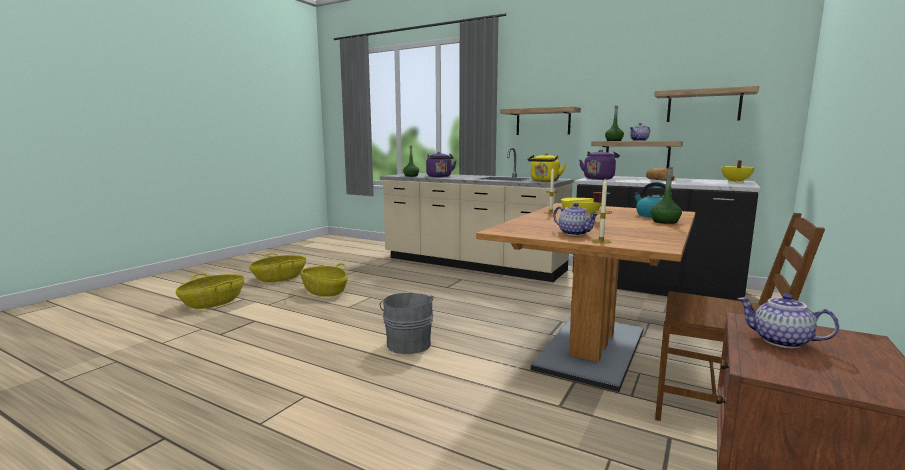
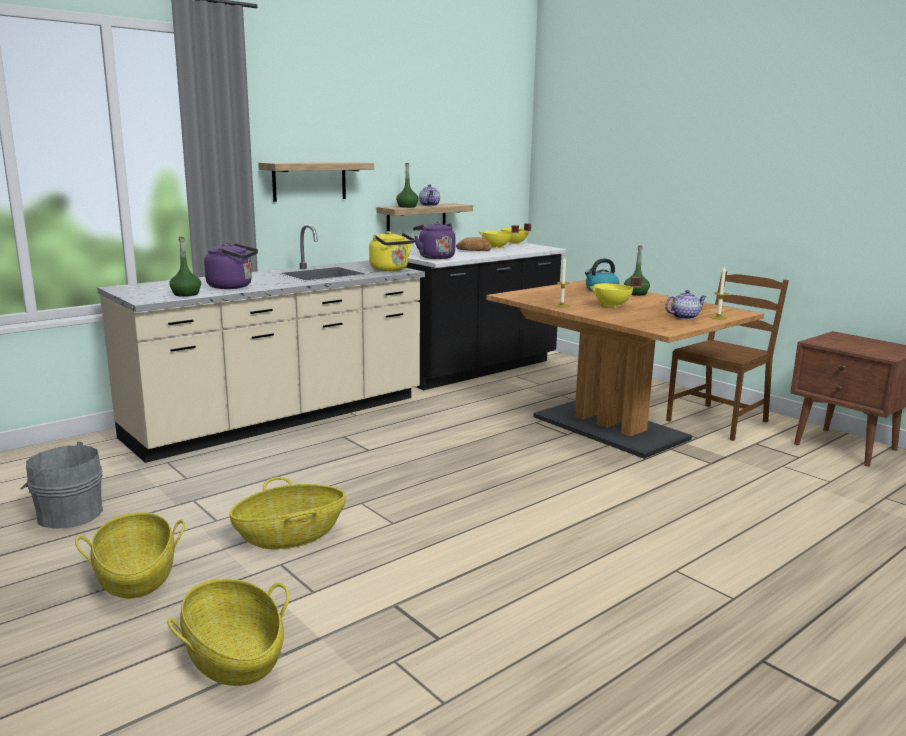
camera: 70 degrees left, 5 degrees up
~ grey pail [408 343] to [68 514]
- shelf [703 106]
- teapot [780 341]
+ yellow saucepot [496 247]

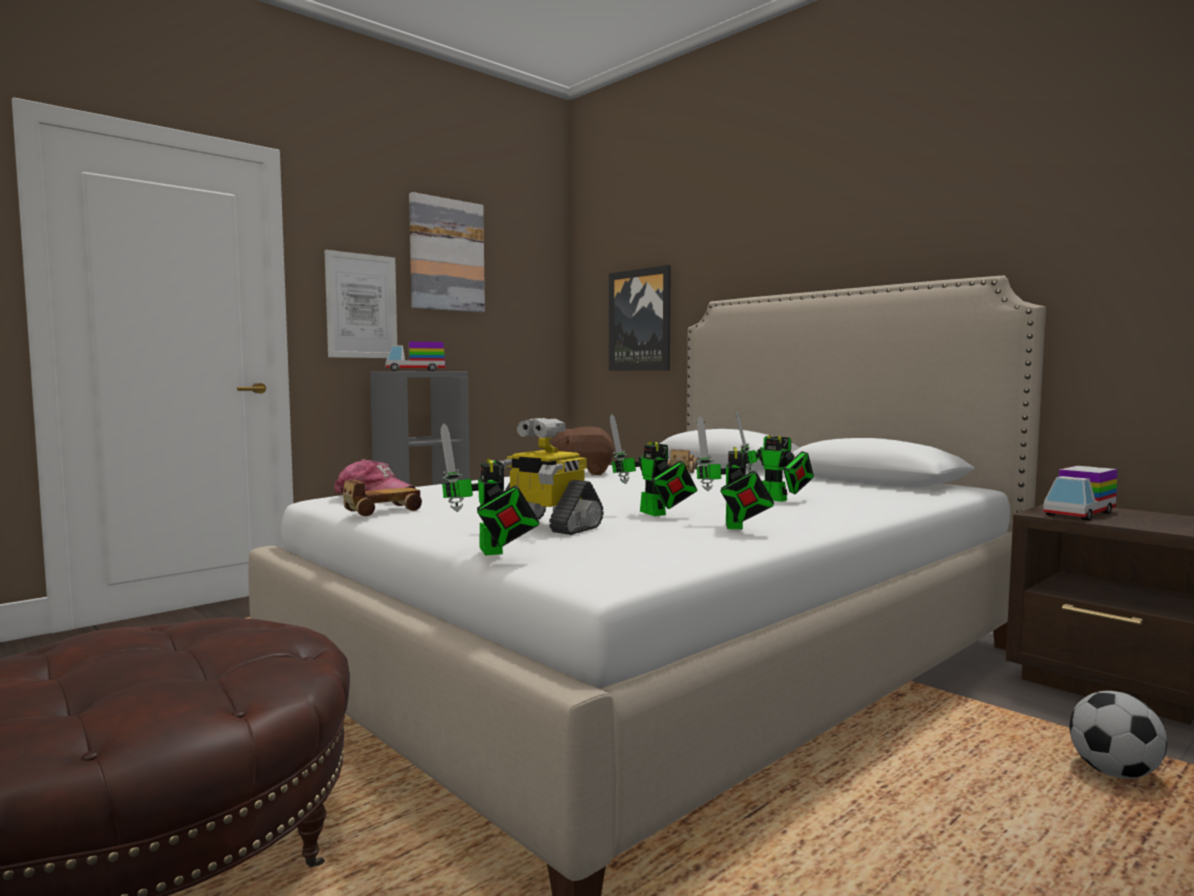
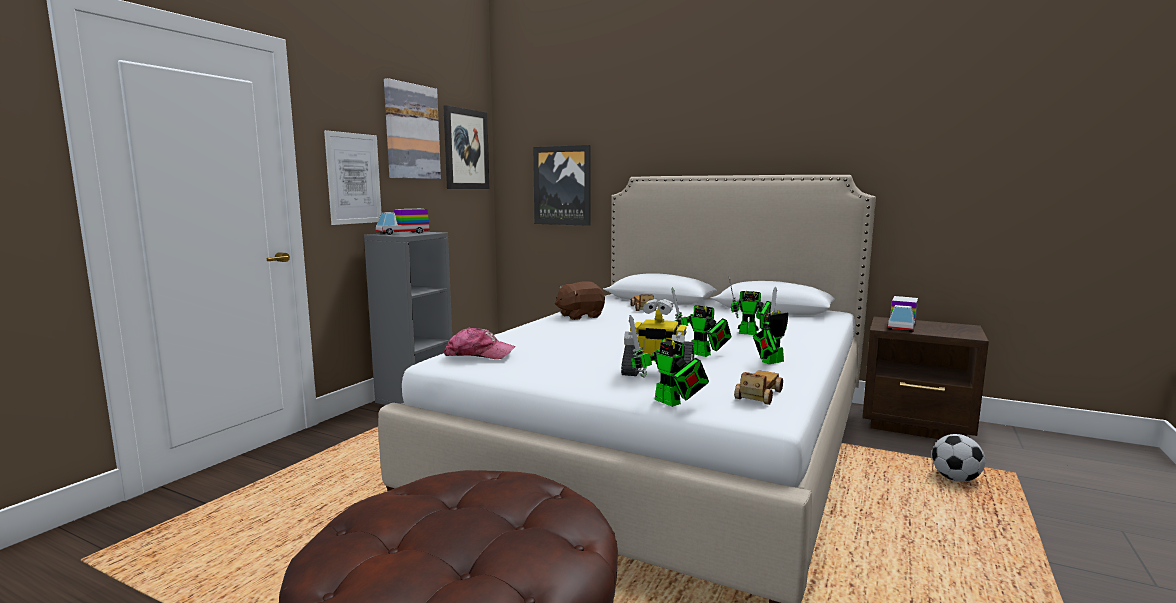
camera: 20 degrees left, 5 degrees up
~ miniature car [381 511] to [758 395]
~ toy robot [734 527] = [770 362] 75 degrees clockwise
+ wall picture [466 149]

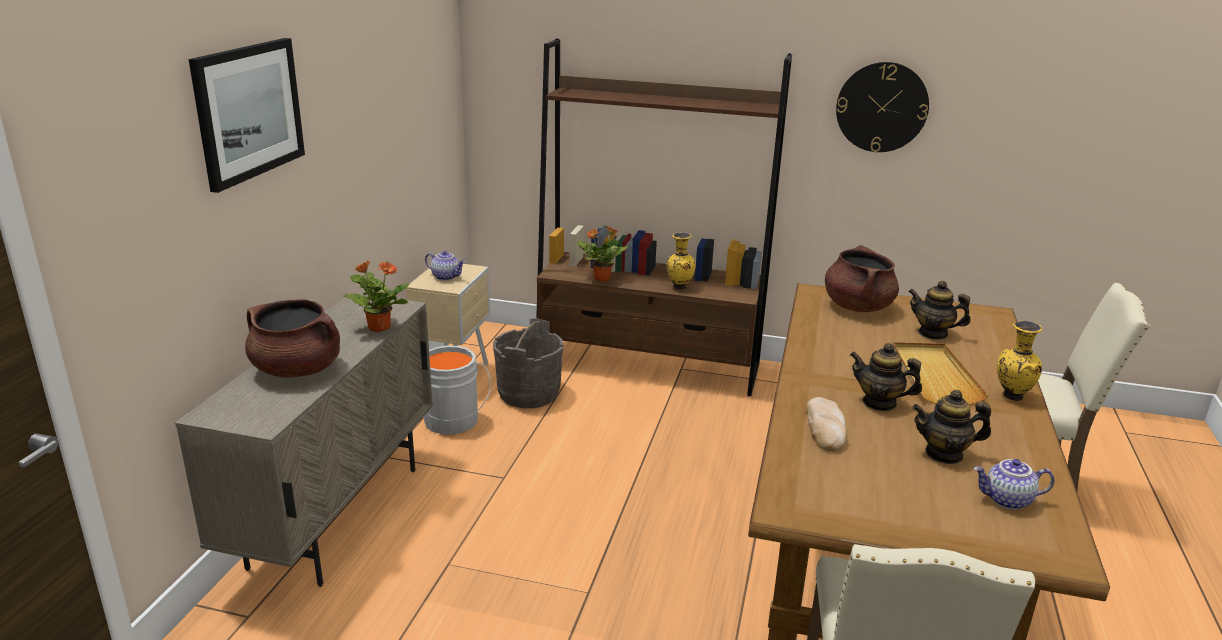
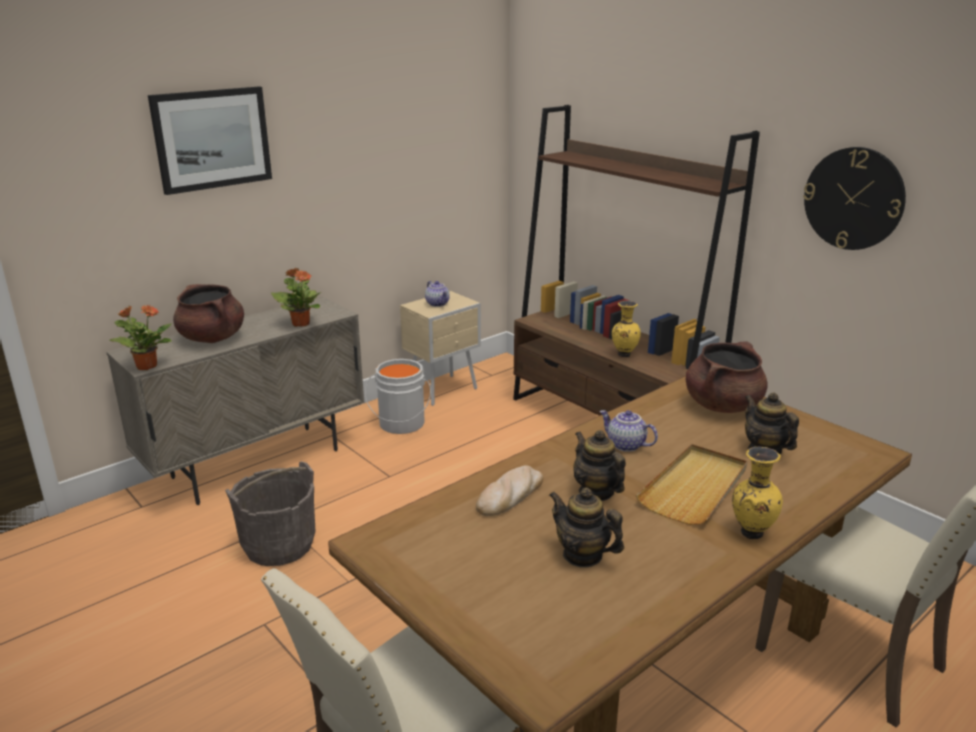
camera: 35 degrees right, 0 degrees up
~ grey pail [528 394] to [279 545]
~ plant in a pot [601 278] to [146 366]
~ teapot [1007 501] to [625 445]

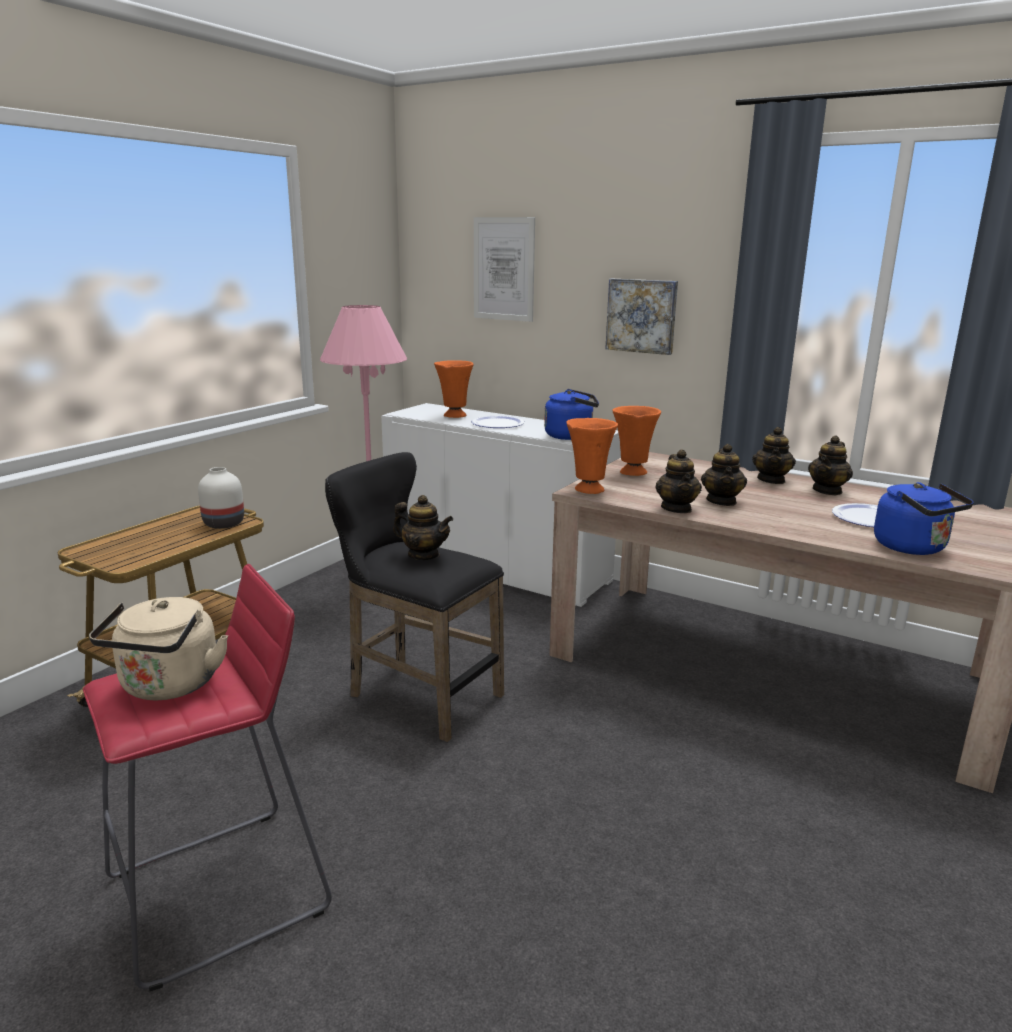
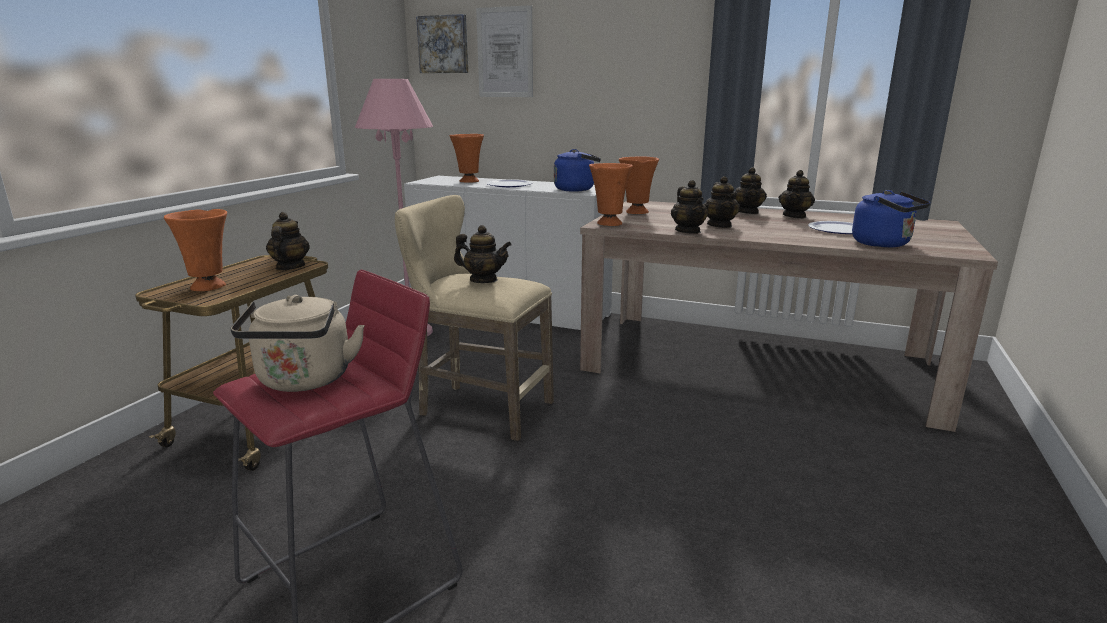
camera: 10 degrees left, 0 degrees up
~ whitish flower vase [222 524] to teapot [290 267]
~ black-coloured stool seat [417 694] to beige stool seat [478 408]
~ wall picture [642 315] to [444 44]
+ orangey flower vase [209 287]

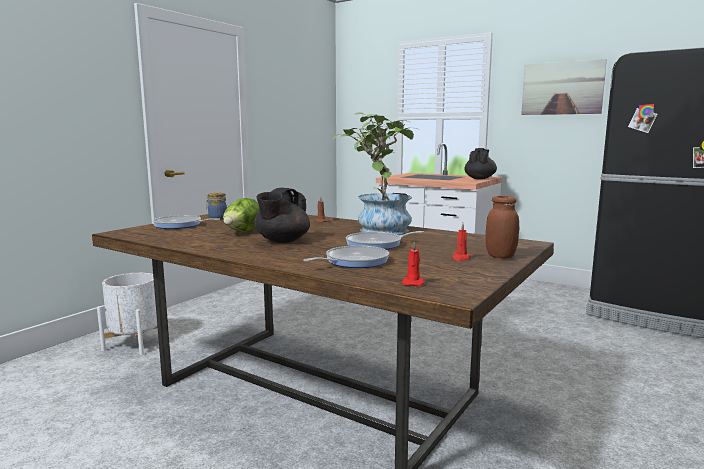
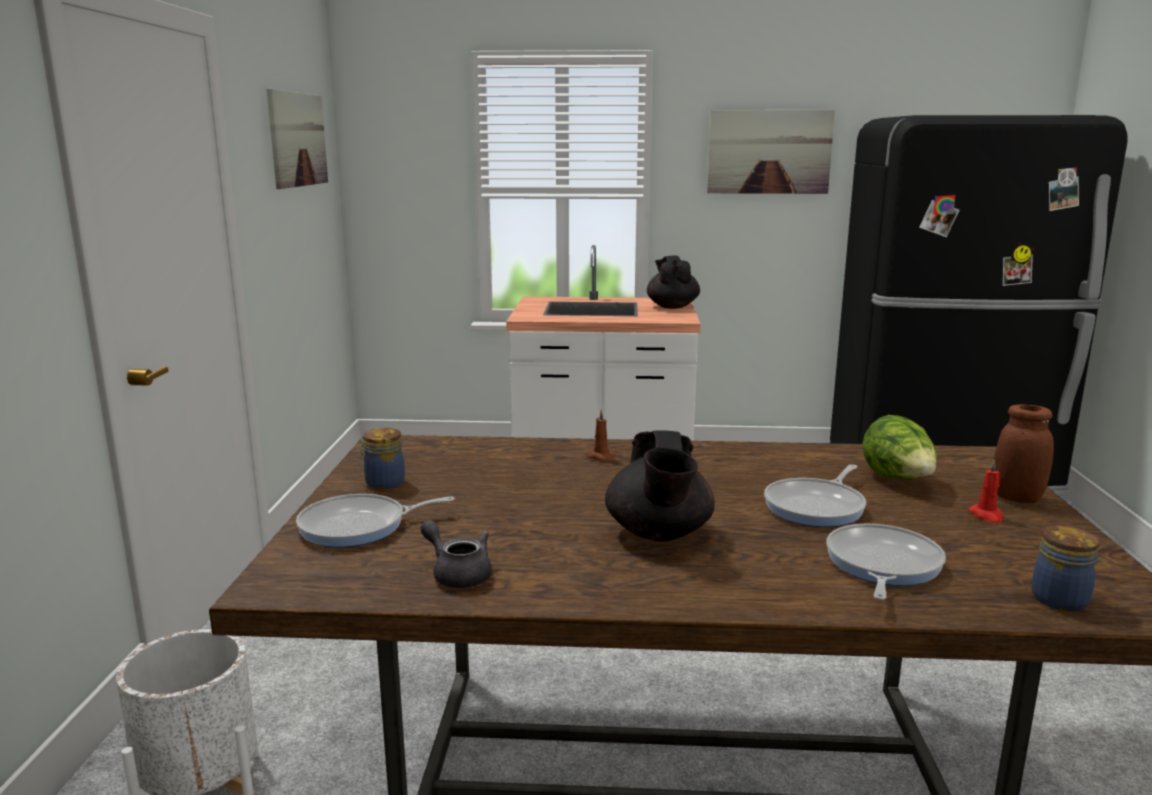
camera: 30 degrees left, 5 degrees up
~ lettuce [242 232] to [898 480]
- plant in a pot [378 229]
~ reddish wax light [413 283] to jar [1061 599]
+ wall picture [297 139]
+ grey teapot [458 574]

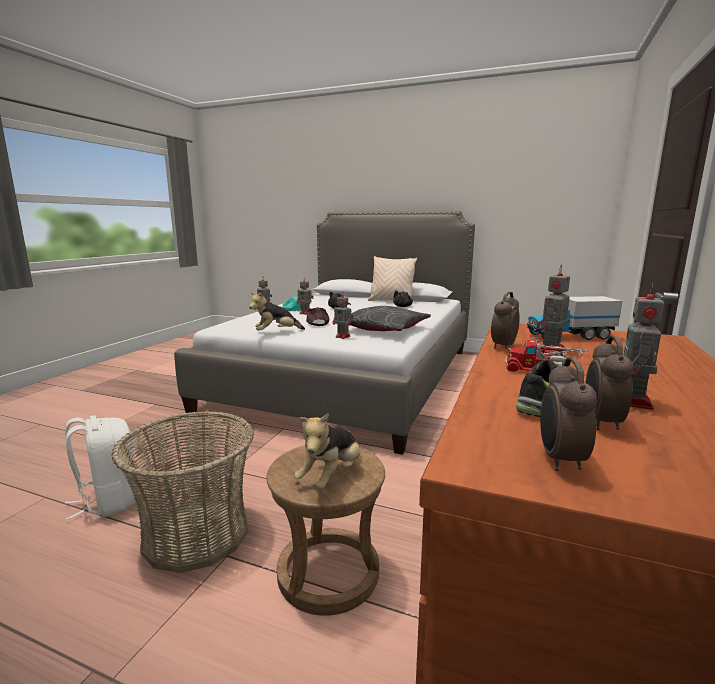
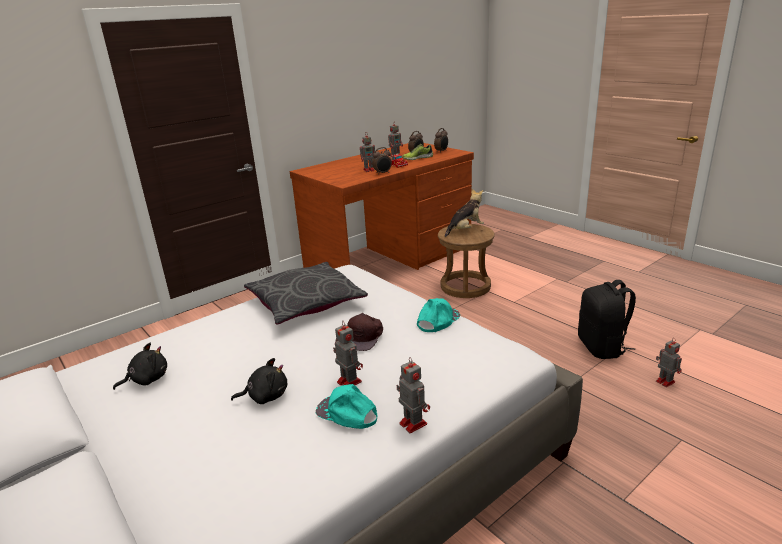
camera: 150 degrees left, 10 degrees up
~ whitish rucksack [109 501] to black-coloured rucksack [602 347]
- household basket [197 533]
~ soft toy [276 332] to turquoise-coloured peaked cap [437 320]
~ toy robot [343 337] to [664 381]
- beige pillow [391 301]
- model truck [569 336]

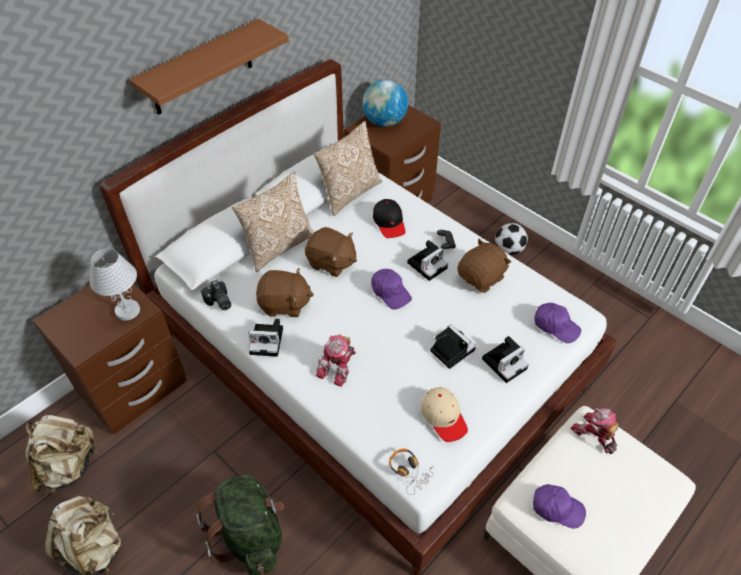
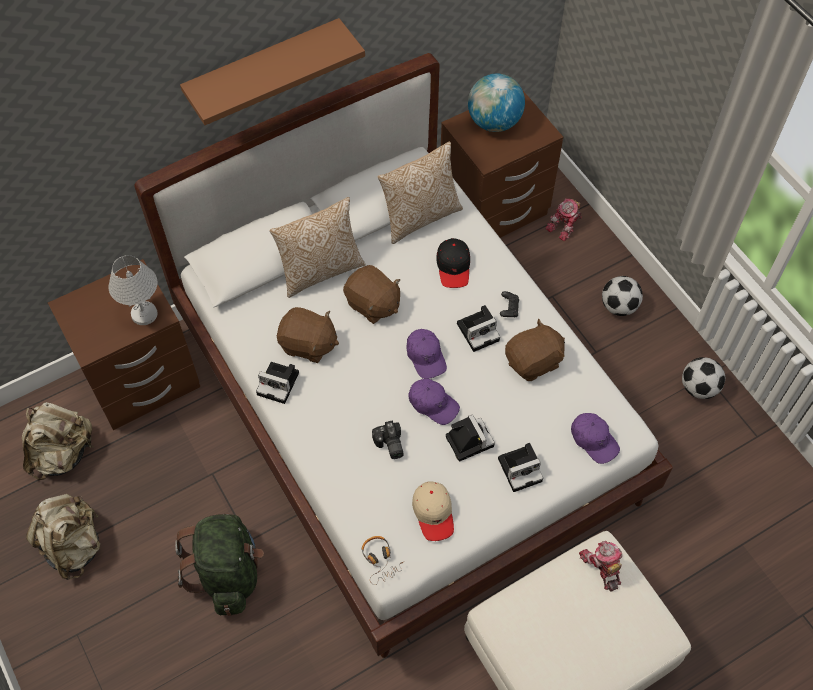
camera: 15 degrees right, 10 degrees up
~ still camera [218 302] to [389 445]
~ toy robot [339 366] to [565 225]
~ purplish peaked cap [557 508] to [433 404]
+ football ball [699 388]

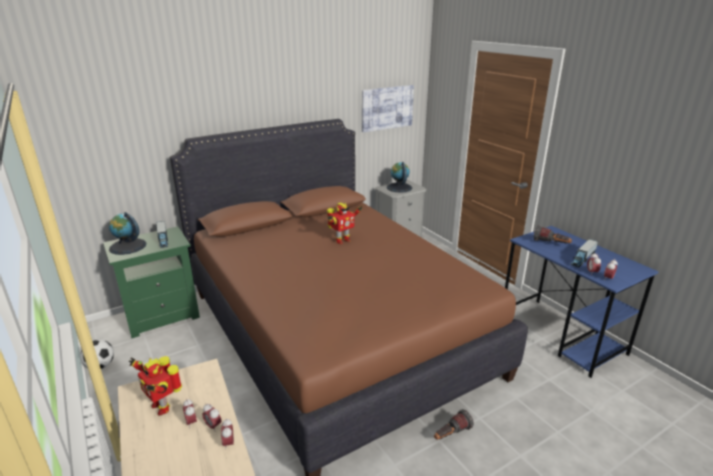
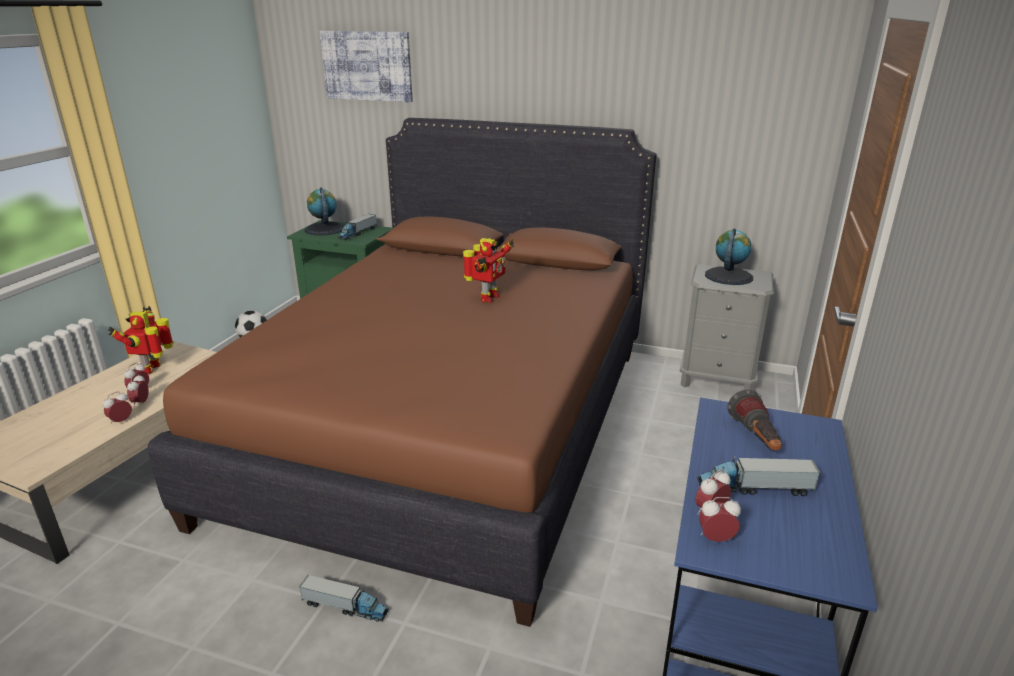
camera: 50 degrees right, 0 degrees up
~ toy robot [342 240] = [487 298] 75 degrees counterclockwise
~ wall picture [387 108] to [367 66]
~ torch [451 434] to model truck [345 607]

